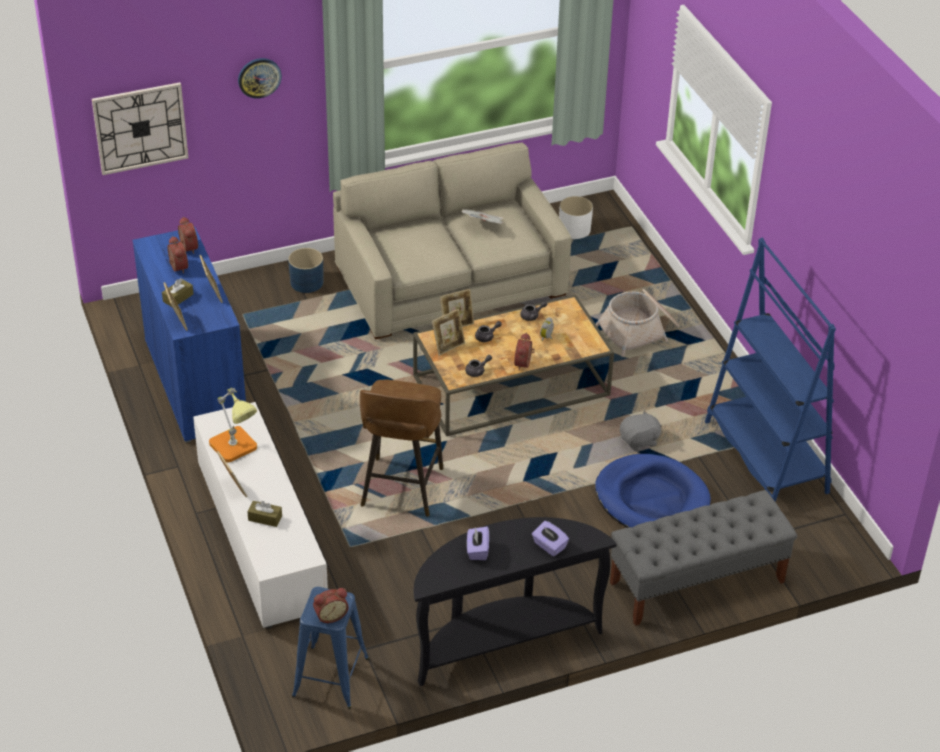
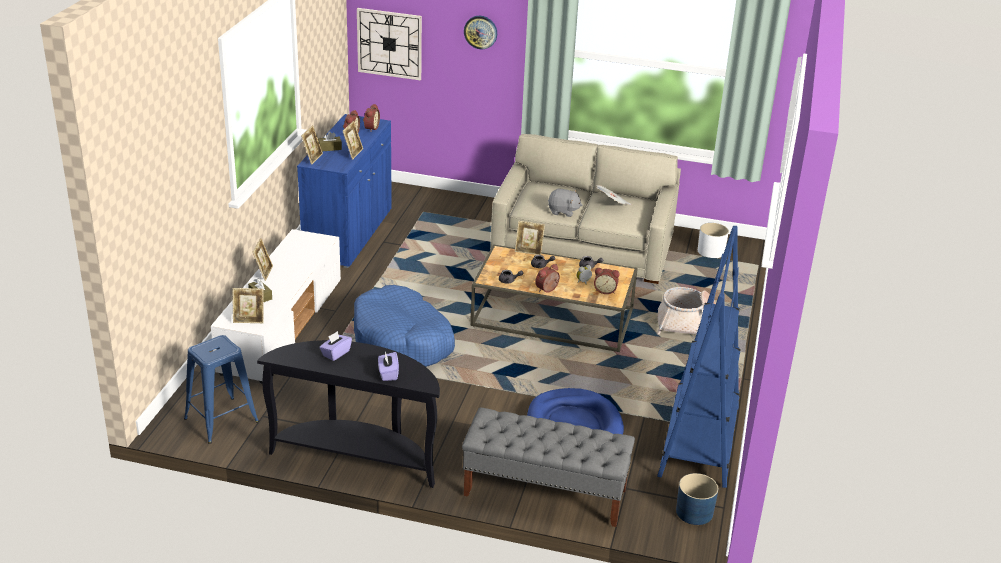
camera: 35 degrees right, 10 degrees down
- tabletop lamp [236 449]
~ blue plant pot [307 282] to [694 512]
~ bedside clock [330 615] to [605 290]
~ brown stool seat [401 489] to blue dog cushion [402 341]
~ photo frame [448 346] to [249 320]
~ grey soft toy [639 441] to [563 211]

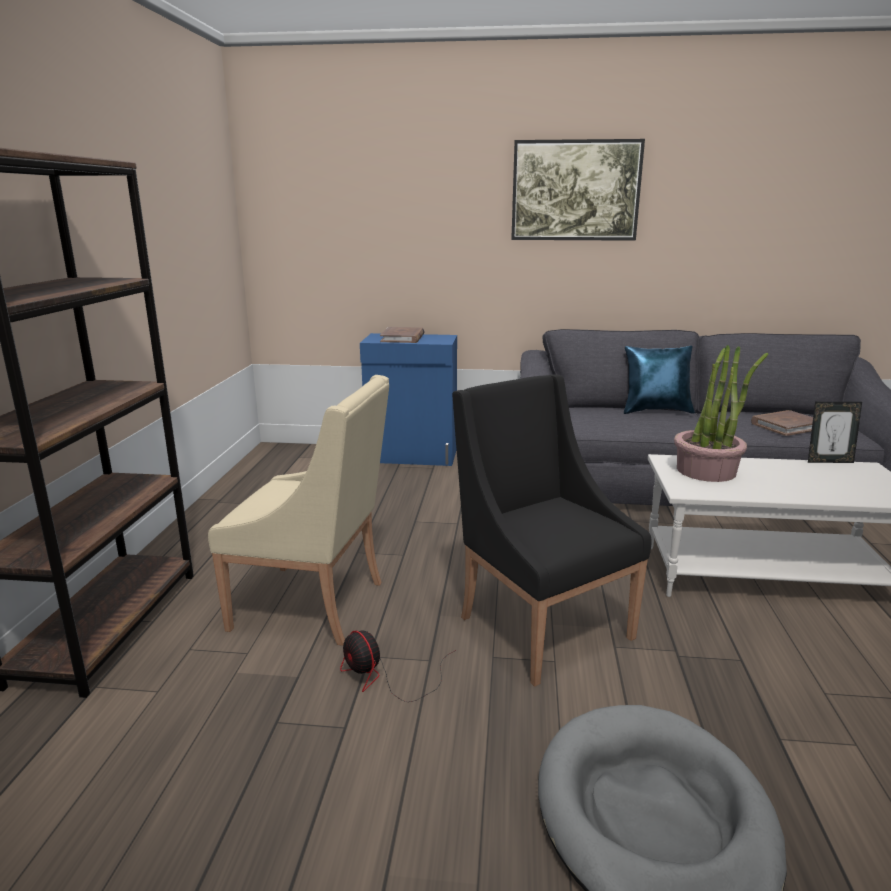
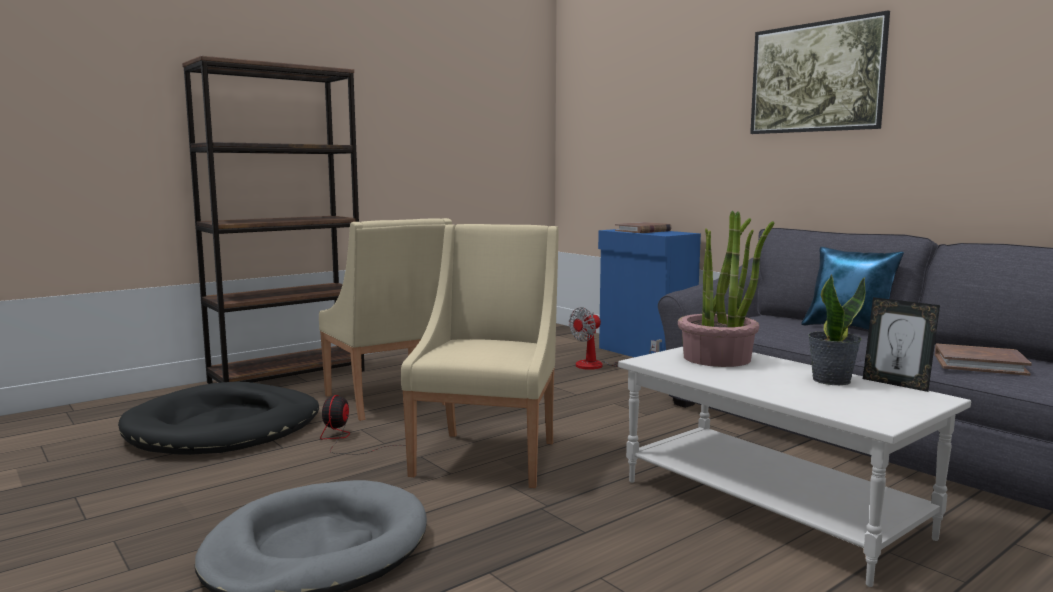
camera: 45 degrees right, 10 degrees down
~ black-coloured lounge chair [540 625] to beige lounge chair [488 456]
+ black-coloured dog cushion [225 427]
+ electric fan [599 366]
+ plant in a pot [830 380]

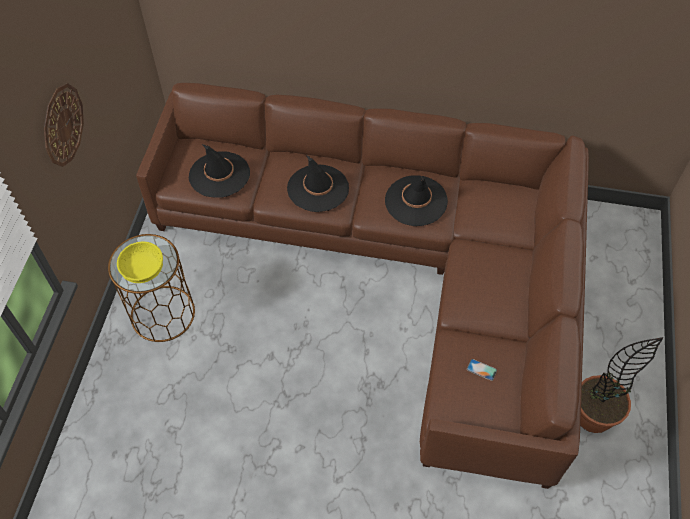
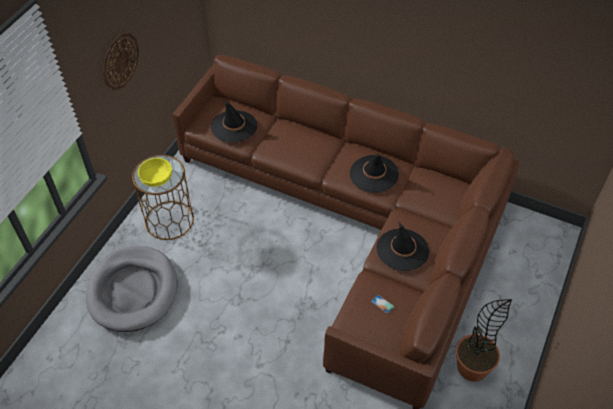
camera: 15 degrees right, 5 degrees down
~ black-coloured clothing hat [318 188] to [402 250]
+ grey dog cushion [133 291]

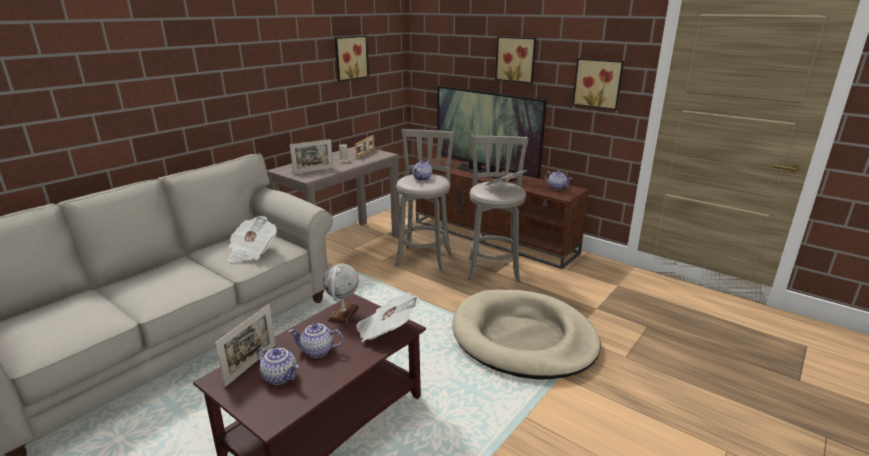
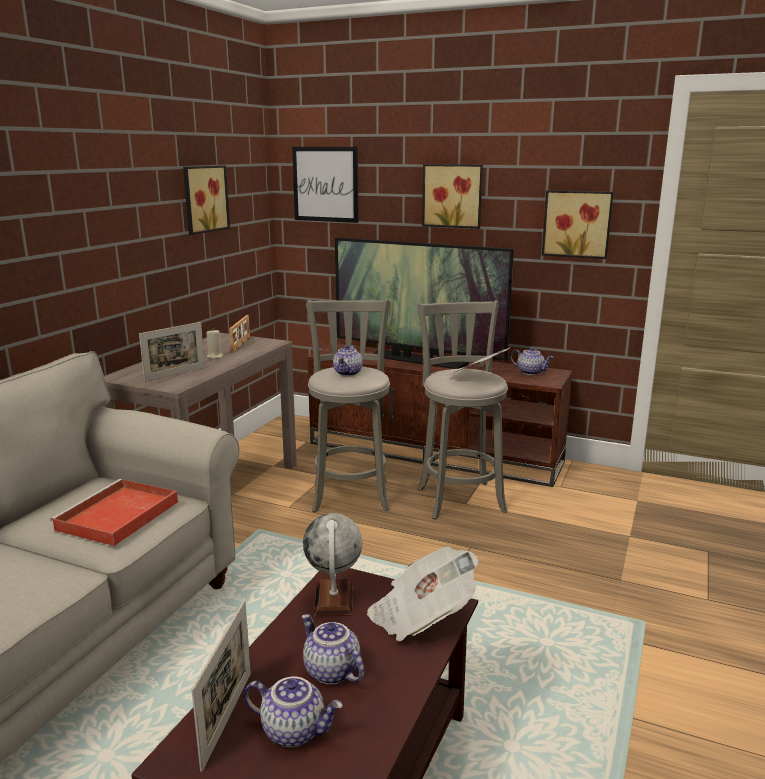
camera: 15 degrees left, 5 degrees down
~ daily paper [252 252] to reddish tray [117 517]
~ teapot [317 351] = [330 671] 60 degrees clockwise
- beige dog cushion [523 338]
+ wall picture [325 184]

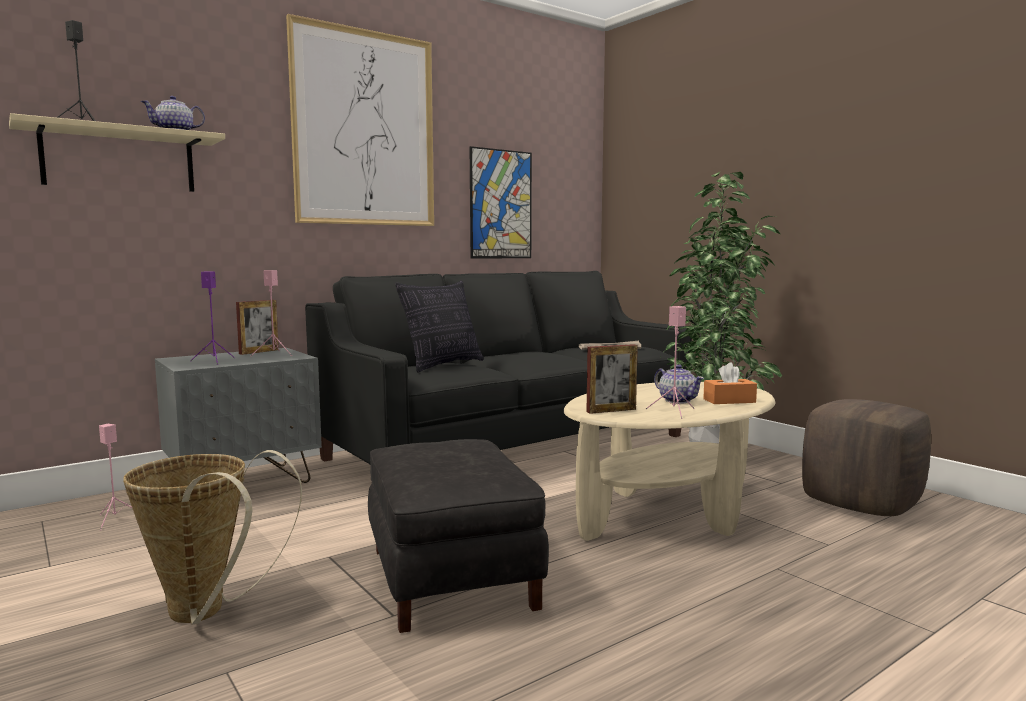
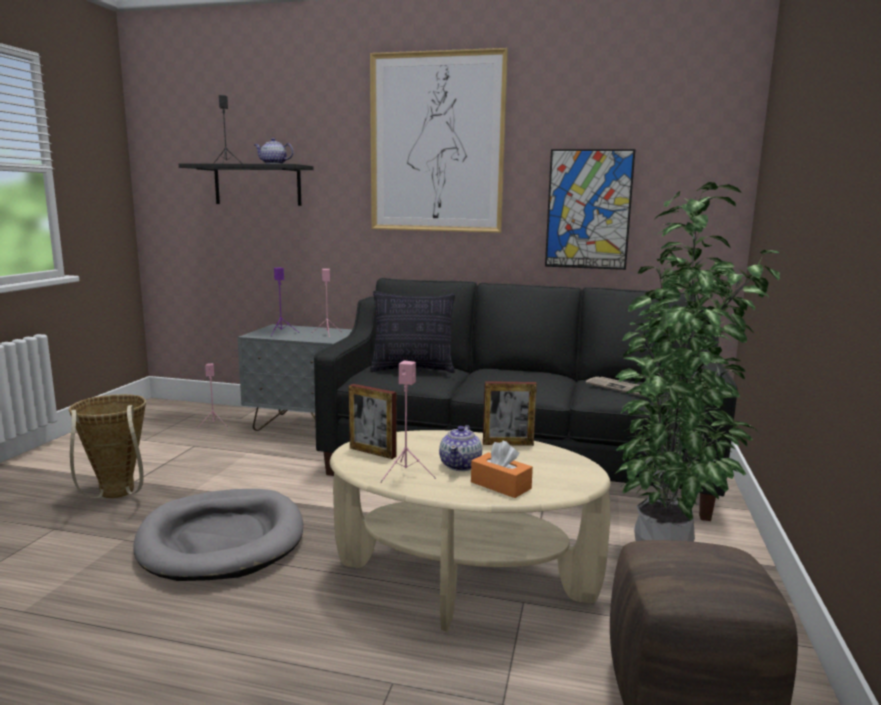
camera: 50 degrees right, 5 degrees up
~ beige shelf [119 160] to black-coloured shelf [257 185]
~ photo frame [259 352] to [508 444]
~ black-coloured footrest [449 577] to grey dog cushion [222 539]

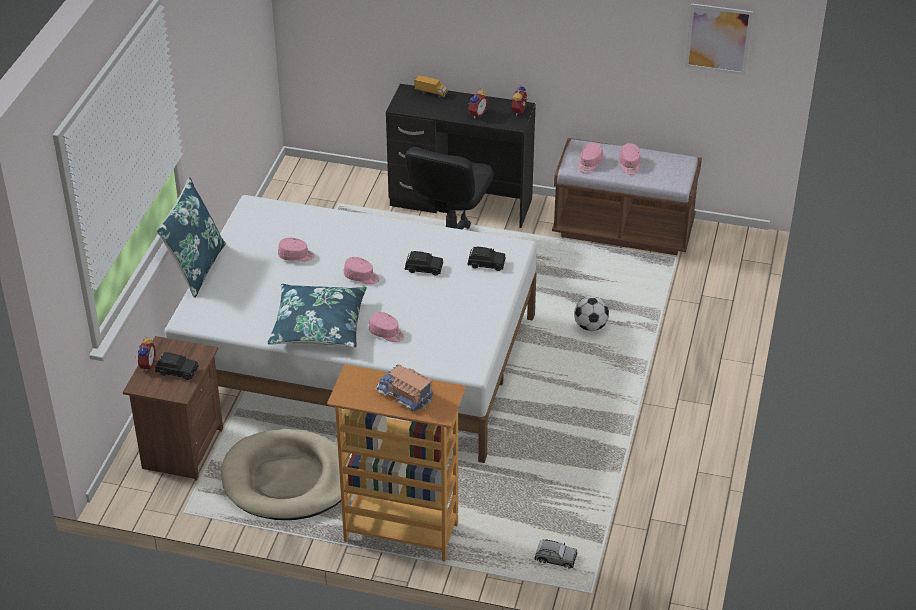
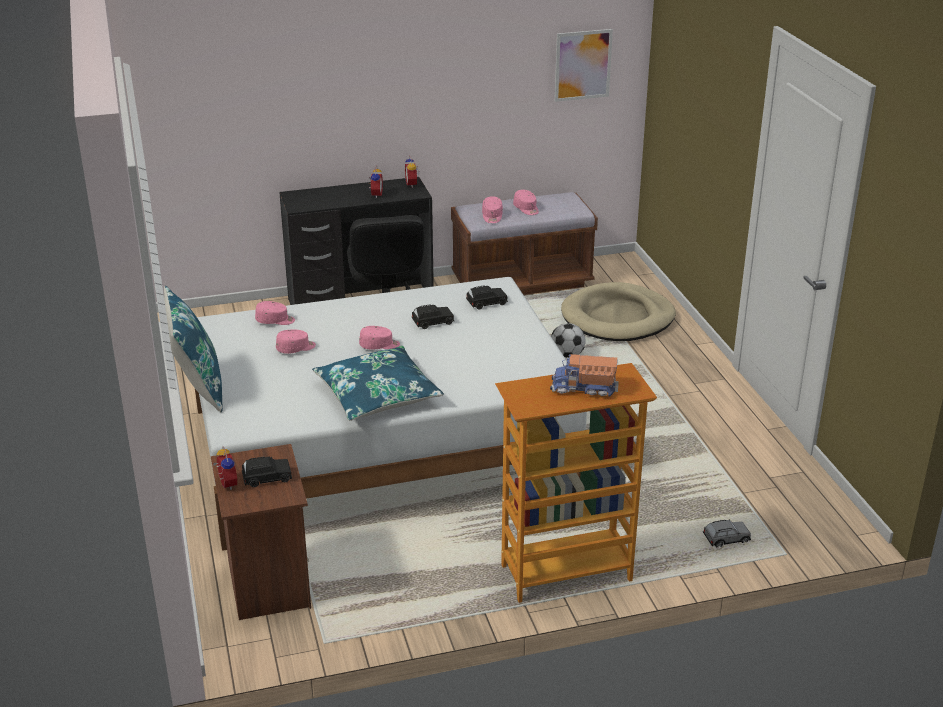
camera: 30 degrees left, 10 degrees down
~ beige dog cushion [287 479] to [618 318]
~ pinkish peaked cap [387 333] to [275 321]
- model truck [431 93]

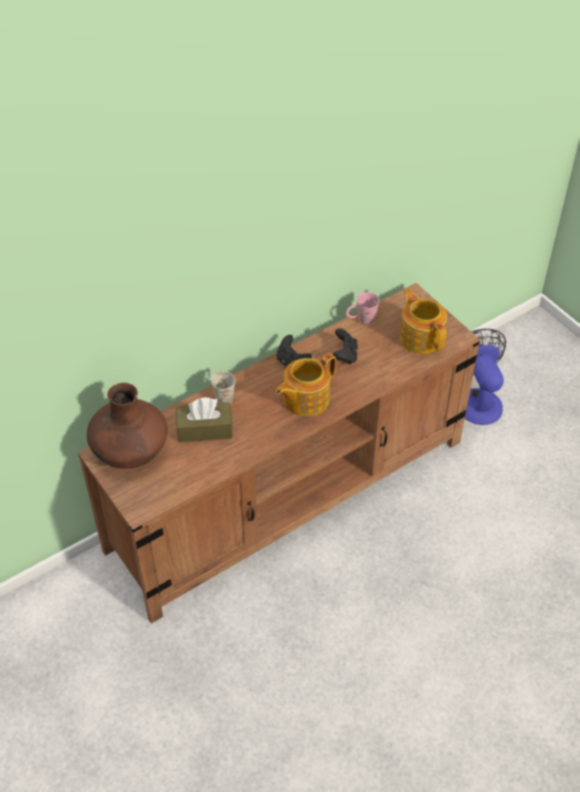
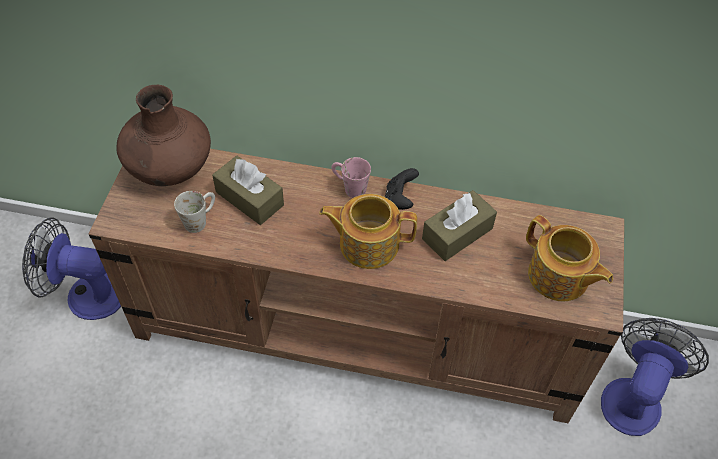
camera: 45 degrees right, 5 degrees up
~ whitish coffee mug [223 394] to [200 219]
~ black-coloured gamepad [345 355] to brown tissue holder [457 233]
~ pinkish coffee mug [361 320] to [349 187]
~ teapot [421 337] = [559 277] 120 degrees clockwise
+ electric fan [86 294]

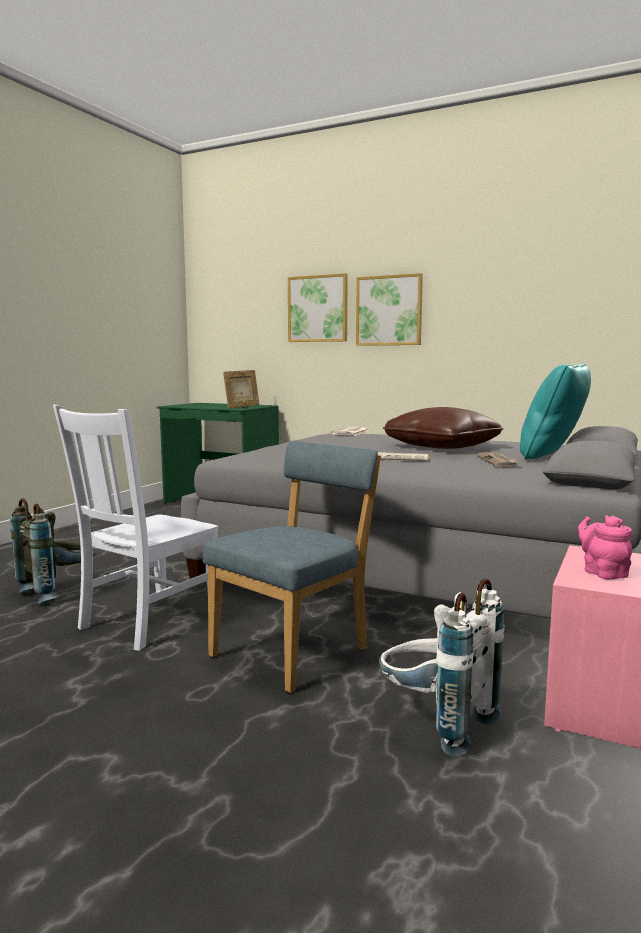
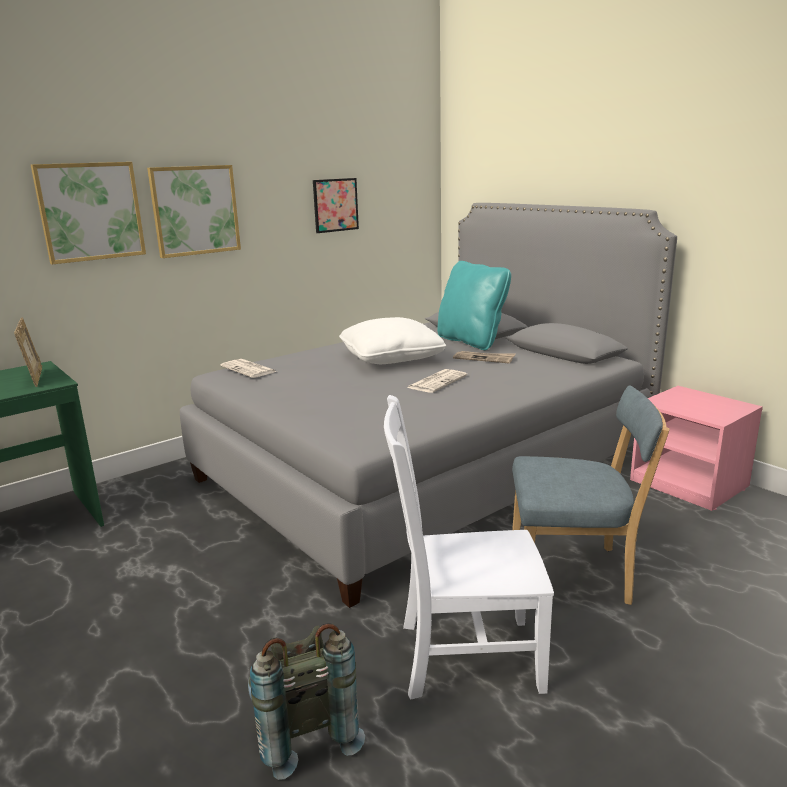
camera: 65 degrees left, 10 degrees up
~ whitish upright chair [146 621] = [464 656] 120 degrees clockwise
~ blue upright chair [295 650] = [575 574] 120 degrees clockwise
- whitish rucksack [435 723]
~ brown pillow [441 447] to whitish pillow [391 358]
- pinkish teapot [602 572]
+ wall picture [335 205]

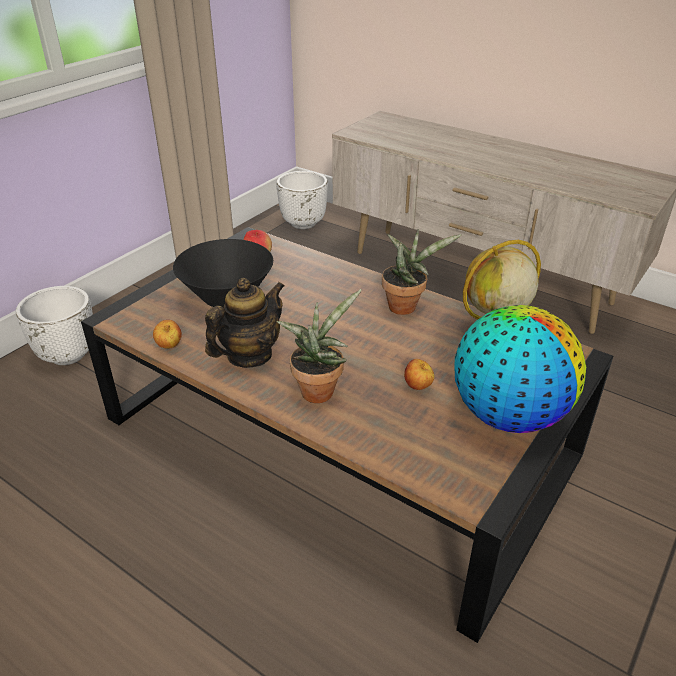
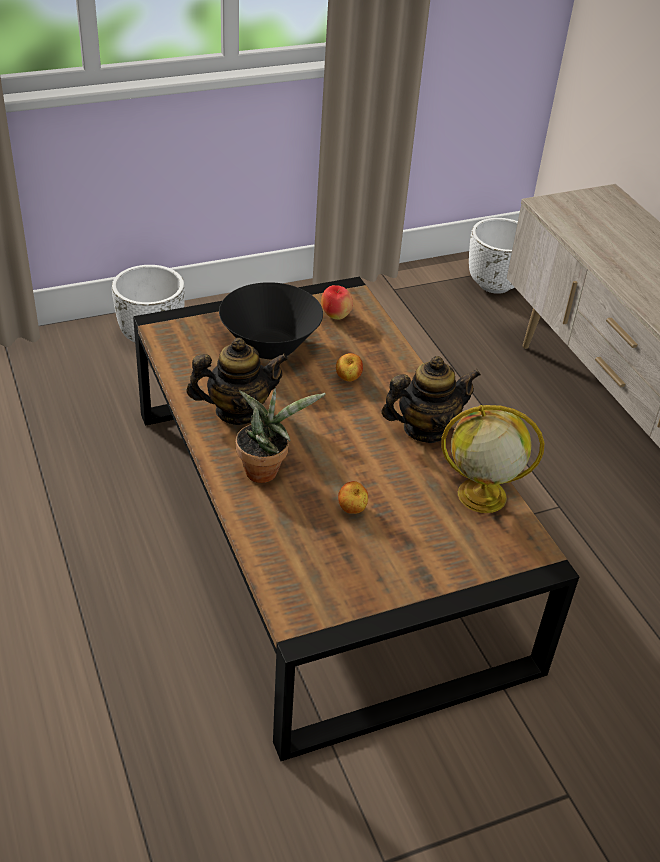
camera: 30 degrees right, 5 degrees up
~ apple [169 346] to [348 379]
~ plant in a pot [406 306] to teapot [425 429]
- desk globe [508 415]

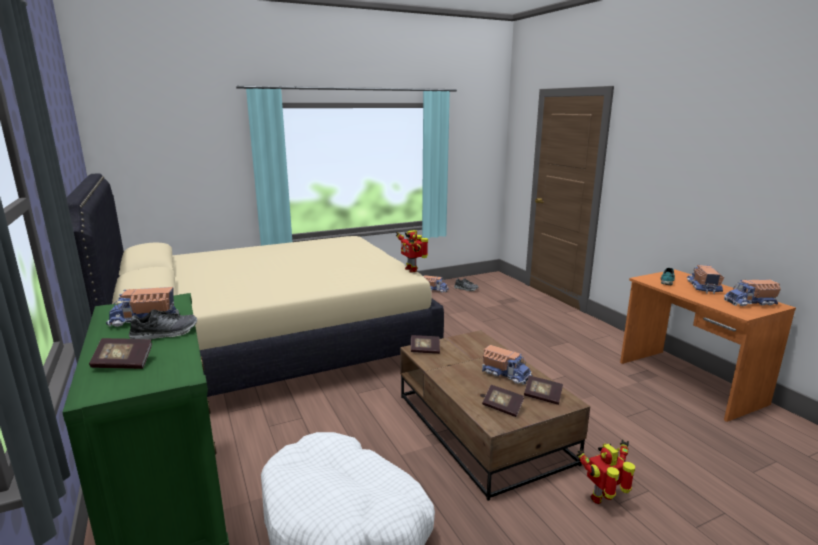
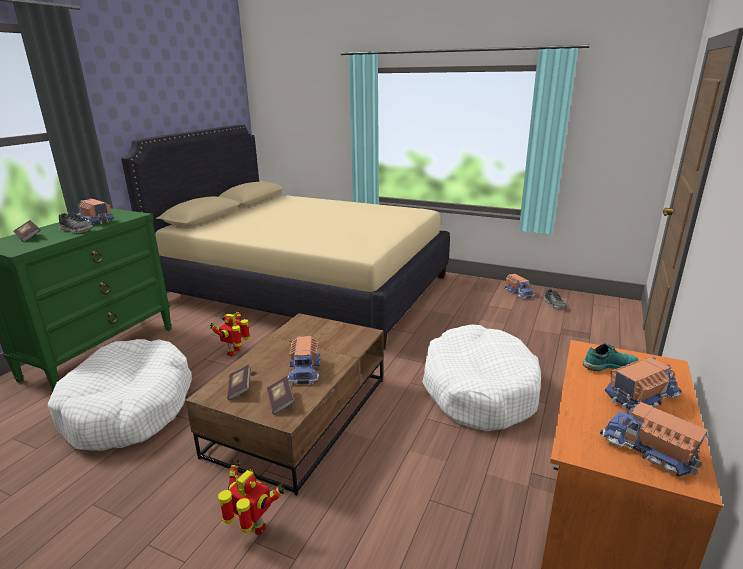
camera: 50 degrees right, 5 degrees up
~ toy robot [412 269] to [235 352]
- book [425 350]
+ whitish dog cushion [478 389]

